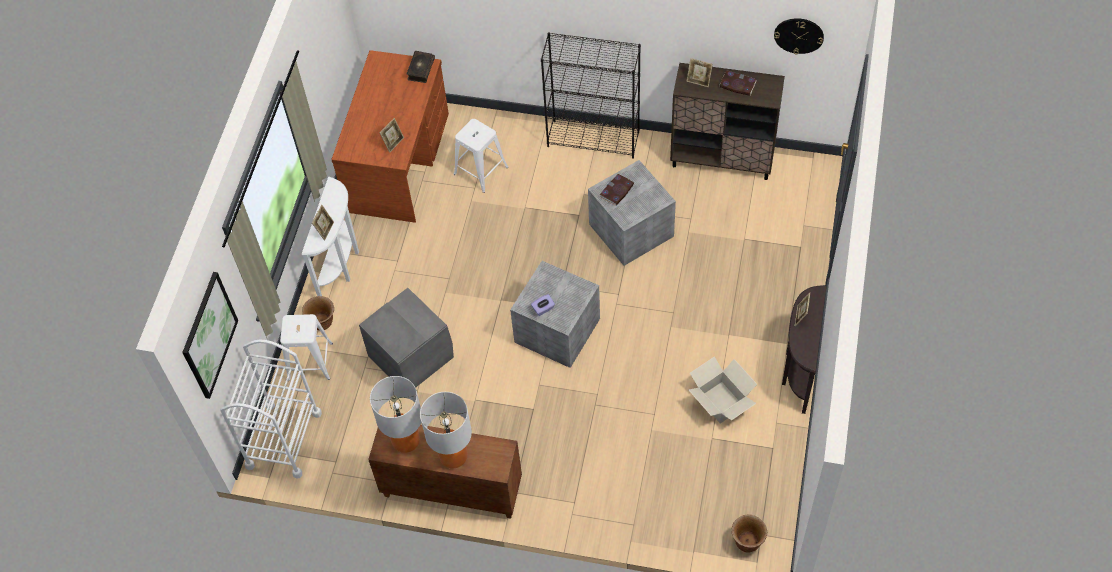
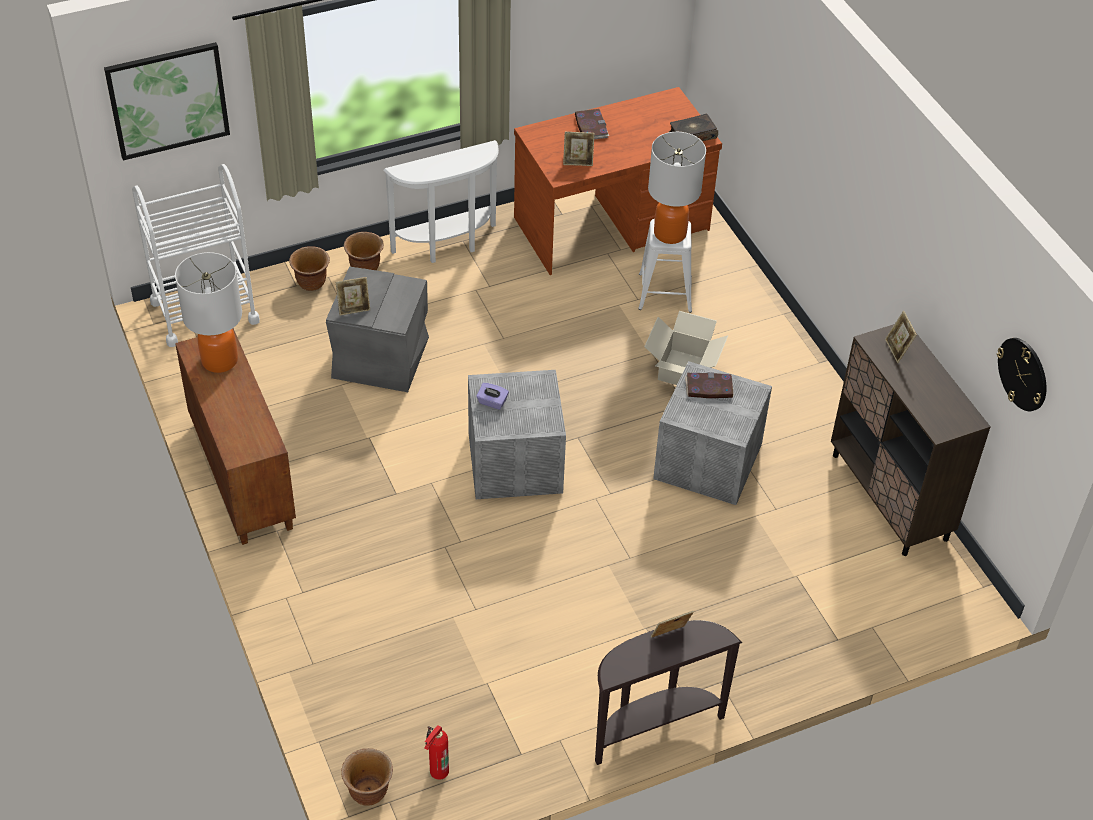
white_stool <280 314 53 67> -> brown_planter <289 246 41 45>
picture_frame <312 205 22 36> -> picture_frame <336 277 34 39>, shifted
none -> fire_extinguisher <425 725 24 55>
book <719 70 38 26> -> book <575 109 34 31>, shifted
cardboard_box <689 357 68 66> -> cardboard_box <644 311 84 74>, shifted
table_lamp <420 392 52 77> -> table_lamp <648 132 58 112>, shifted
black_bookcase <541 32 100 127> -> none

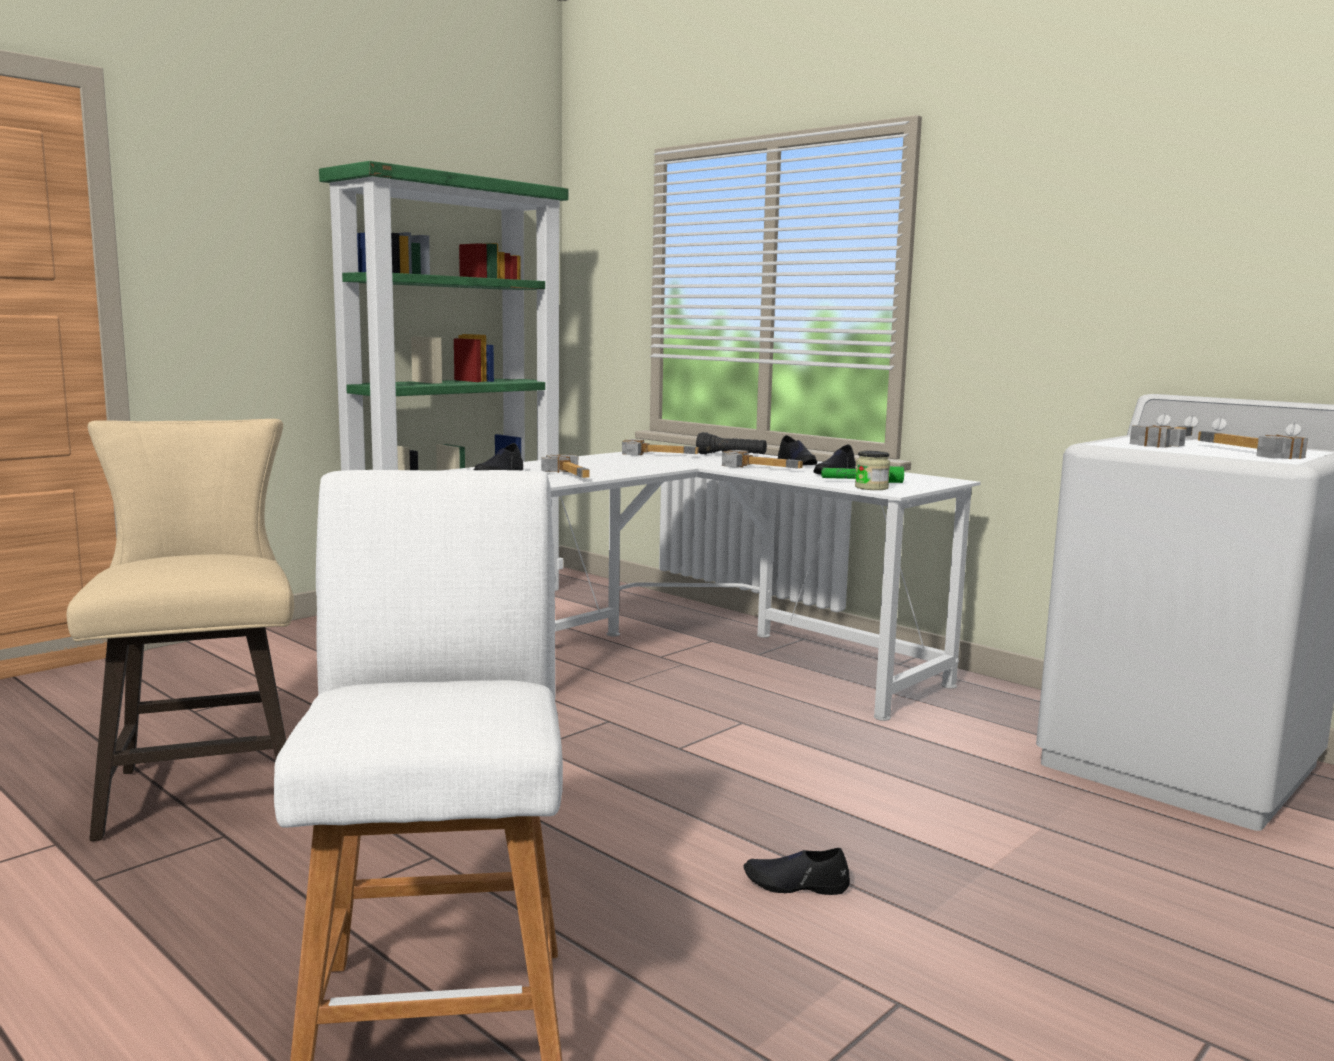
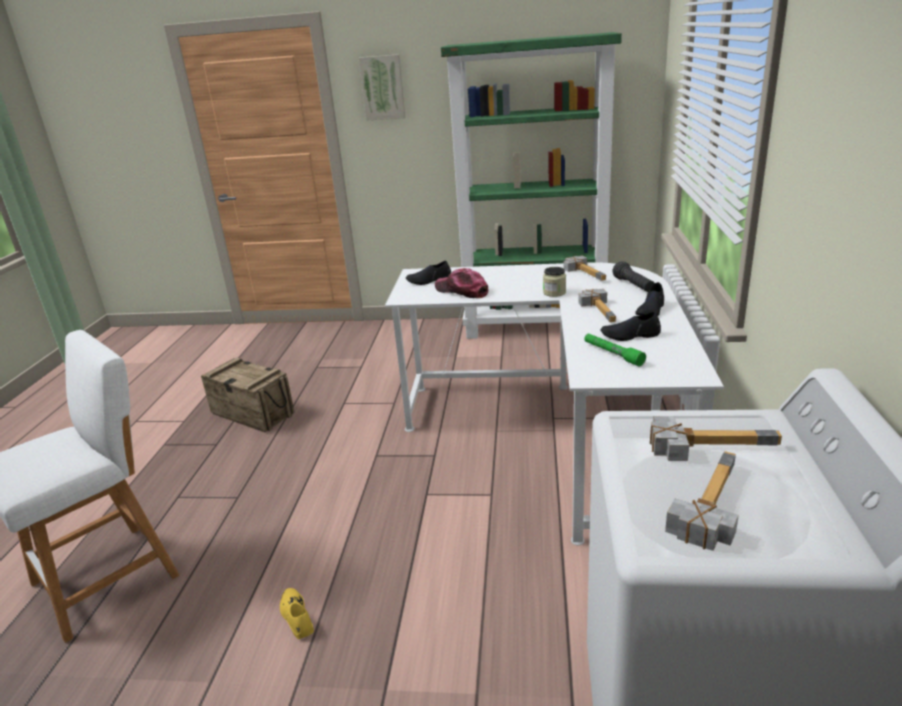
beige_stool <67 419 227 422> -> crate <201 358 94 75>
black_shoe <743 848 107 47> -> yellow_shoe <280 588 34 51>
none -> picture <359 54 46 67>
hammer <541 454 49 24> -> cap <435 268 53 30>
jar <855 451 35 39> -> jar <543 267 23 30>, shifted

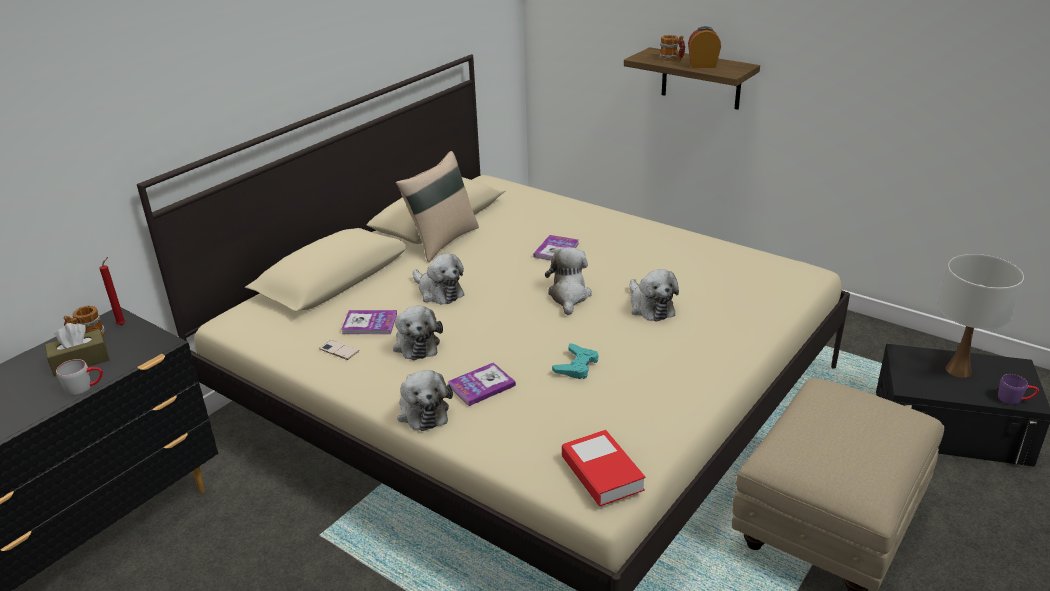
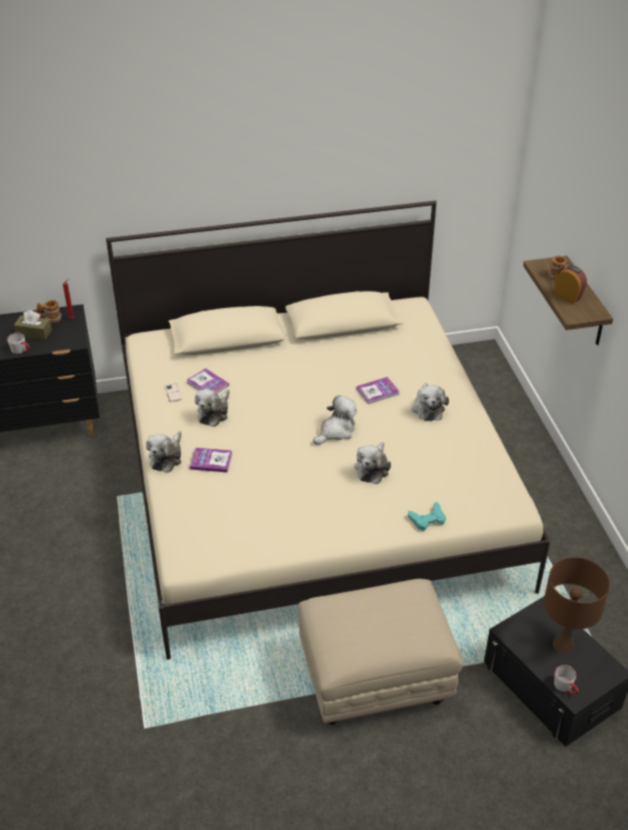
turquoise_game_controller <552 343 46 36> -> turquoise_game_controller <408 502 38 29>, shifted
plush_toy <413 253 51 51> -> plush_toy <412 383 37 38>, shifted
white_table_lamp <939 254 85 123> -> brown_table_lamp <544 557 66 96>
purple_mug <998 374 41 31> -> grey_mug <554 665 24 29>
beige_pillow <396 151 83 111> -> none
book <562 430 83 77> -> none

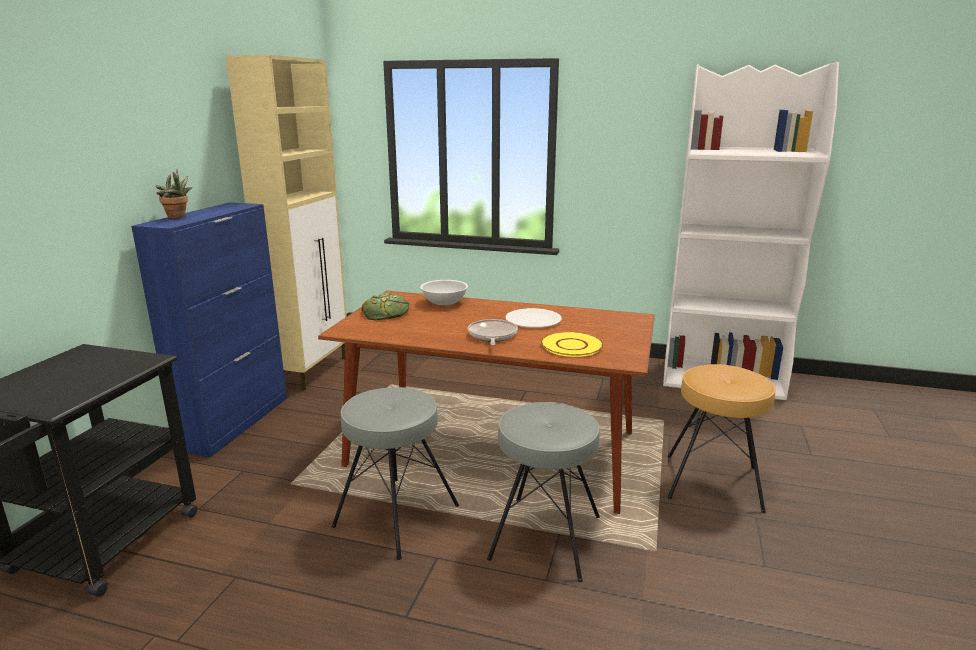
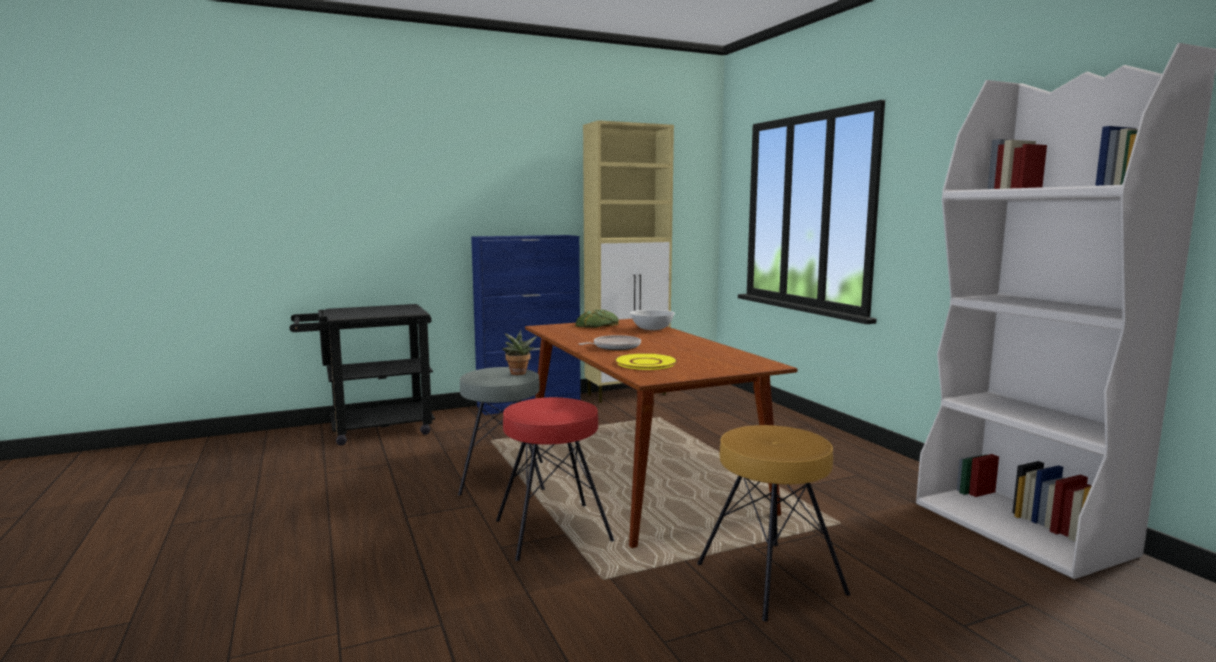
grey_stool <487 402 113 180> -> red_stool <496 397 119 164>
potted_plant <156 169 36 50> -> potted_plant <503 330 34 45>, shifted
white_plate <506 308 56 20> -> none

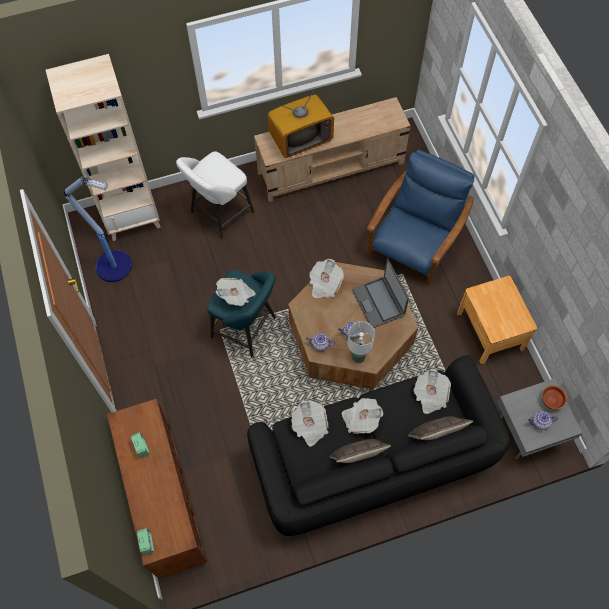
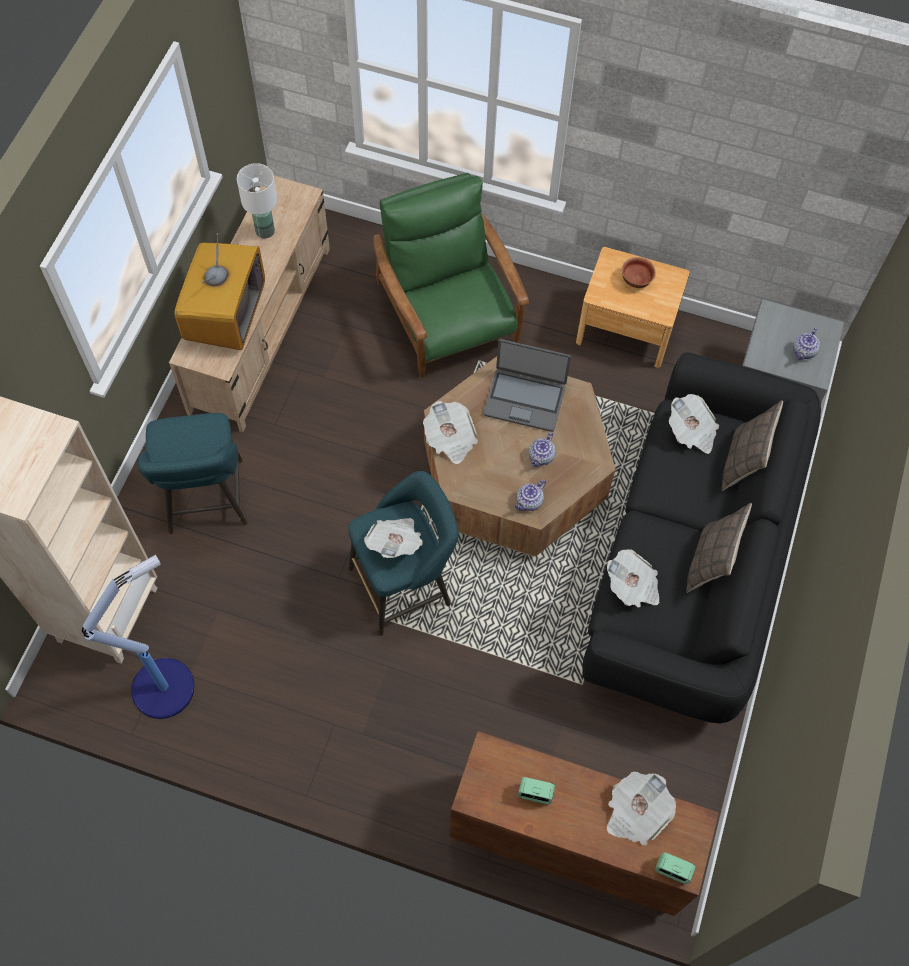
white_stool <176 151 78 88> -> turquoise_stool <137 413 110 121>
white_table_lamp <347 321 28 42> -> white_table_lamp <237 163 40 76>, shifted
blue_armchair <367 149 108 137> -> green_armchair <374 173 155 205>
newspaper <342 398 41 36> -> newspaper <607 771 69 75>, shifted
bowl <542 385 25 25> -> bowl <622 257 34 31>, shifted

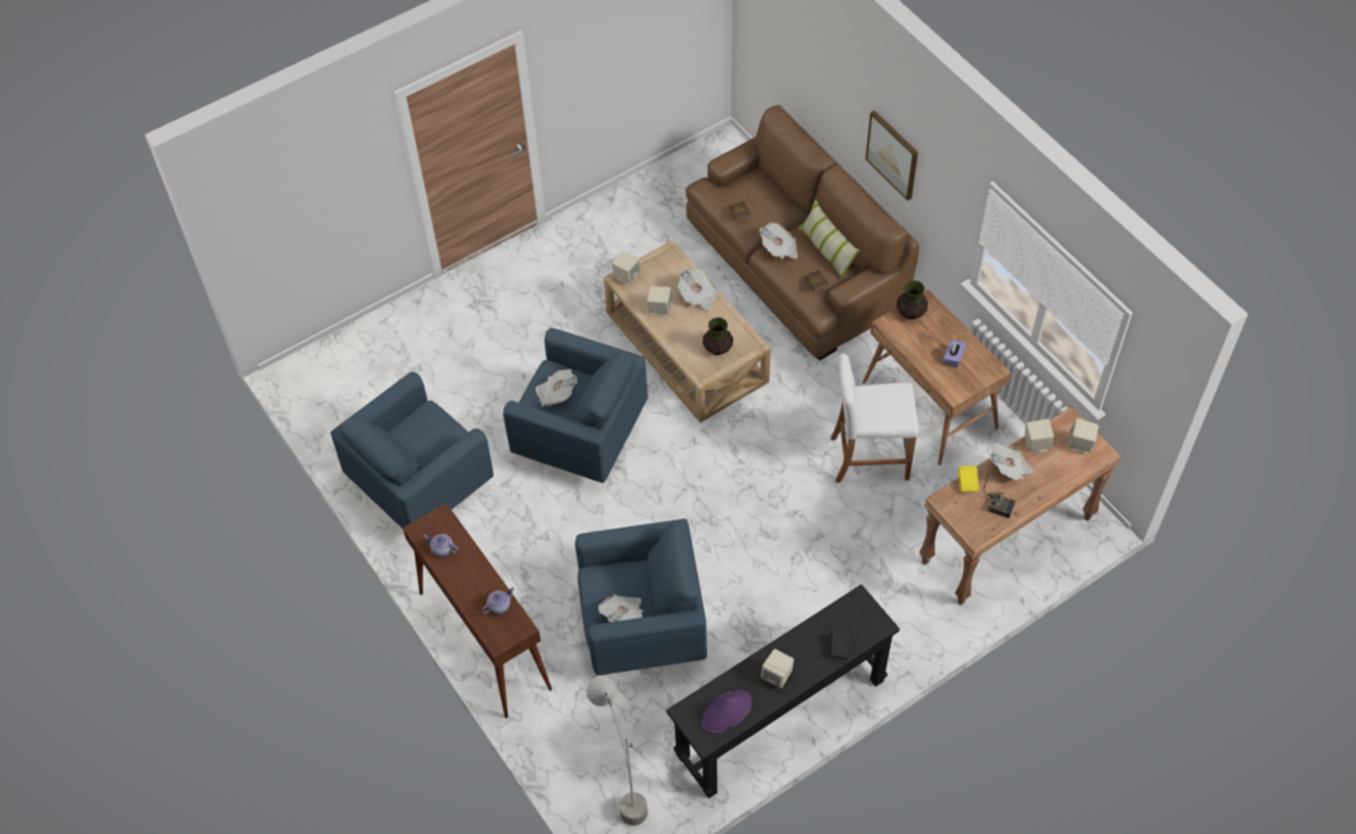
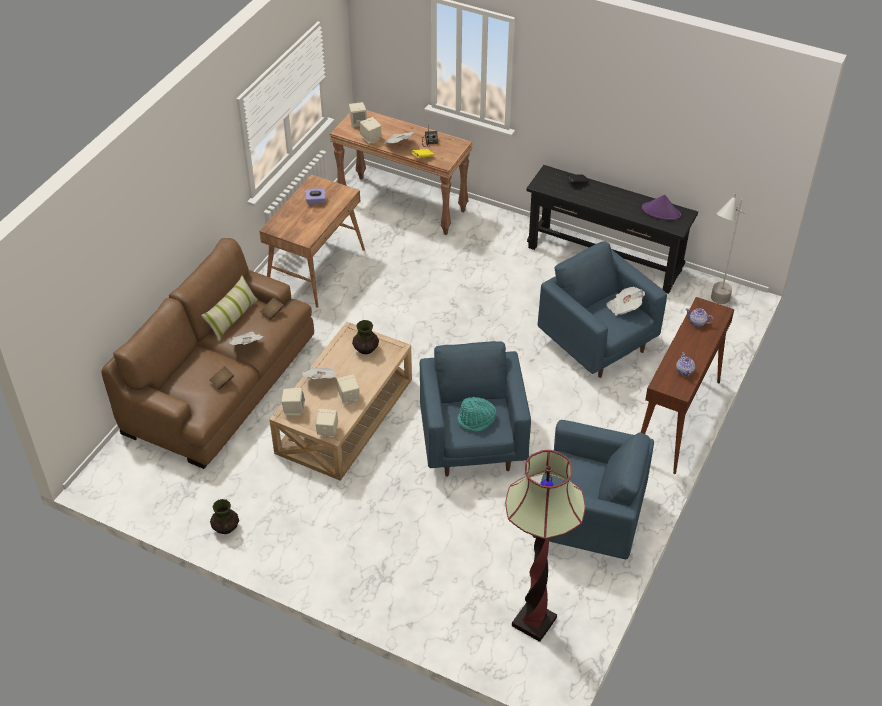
vase <896 280 32 39> -> vase <210 499 29 35>, shifted
beige_speaker <761 649 33 39> -> beige_speaker <281 388 24 28>, shifted
newspaper <535 369 42 37> -> turquoise_hat <457 397 39 35>
none -> floor_lamp <505 450 81 192>
white_stool <831 353 88 130> -> none
picture <865 110 53 91> -> none

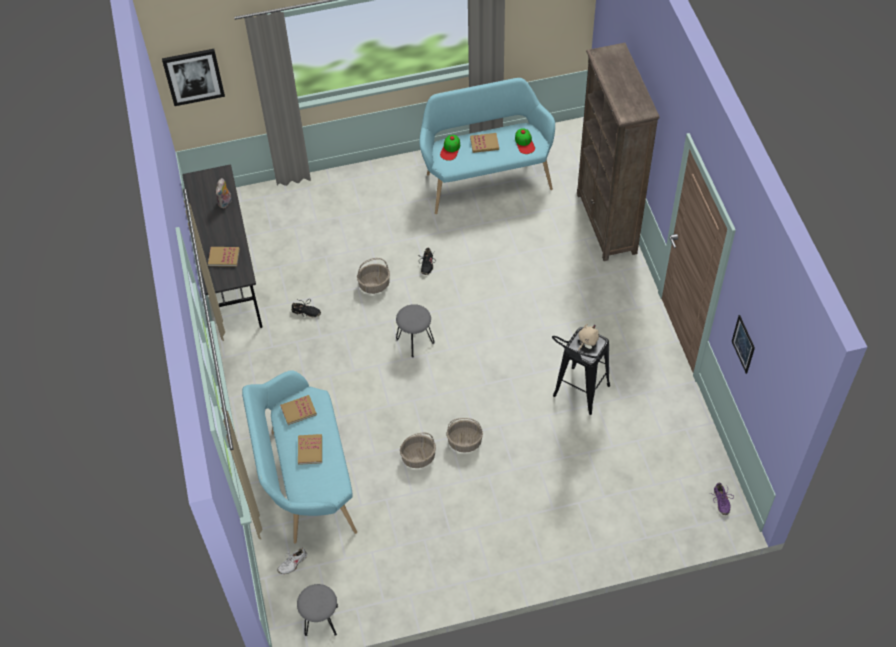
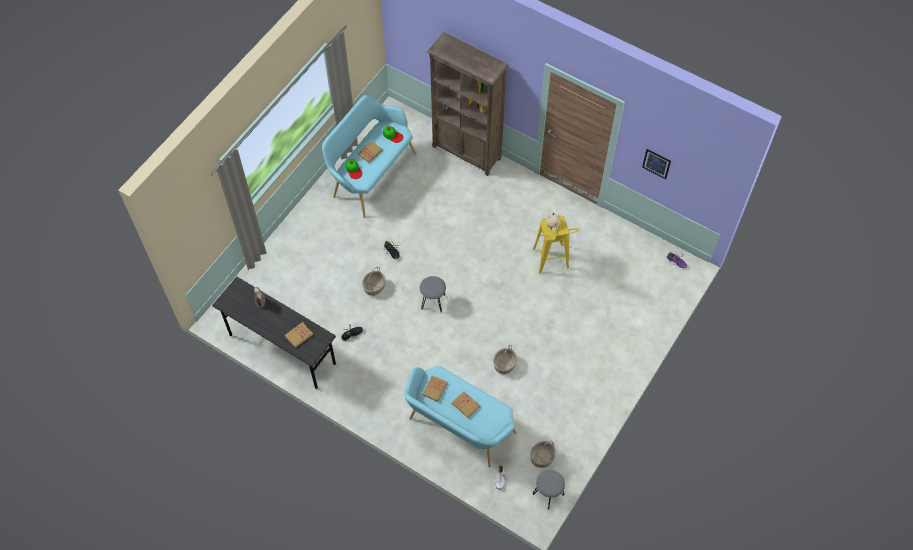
basket <446 418 37 35> -> basket <530 440 26 28>, shifted
black_stool <552 327 58 88> -> yellow_stool <533 216 46 57>
picture <162 49 63 57> -> none

